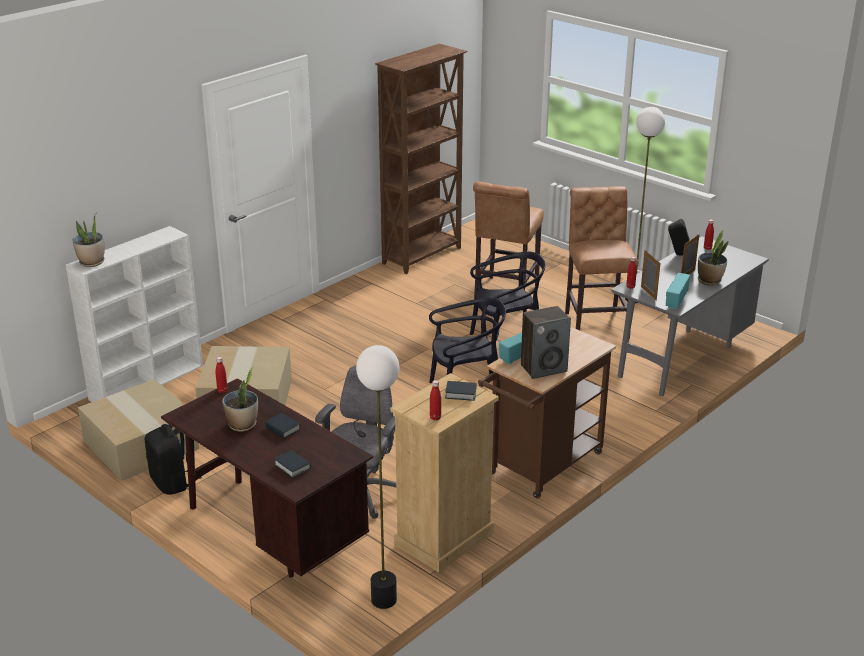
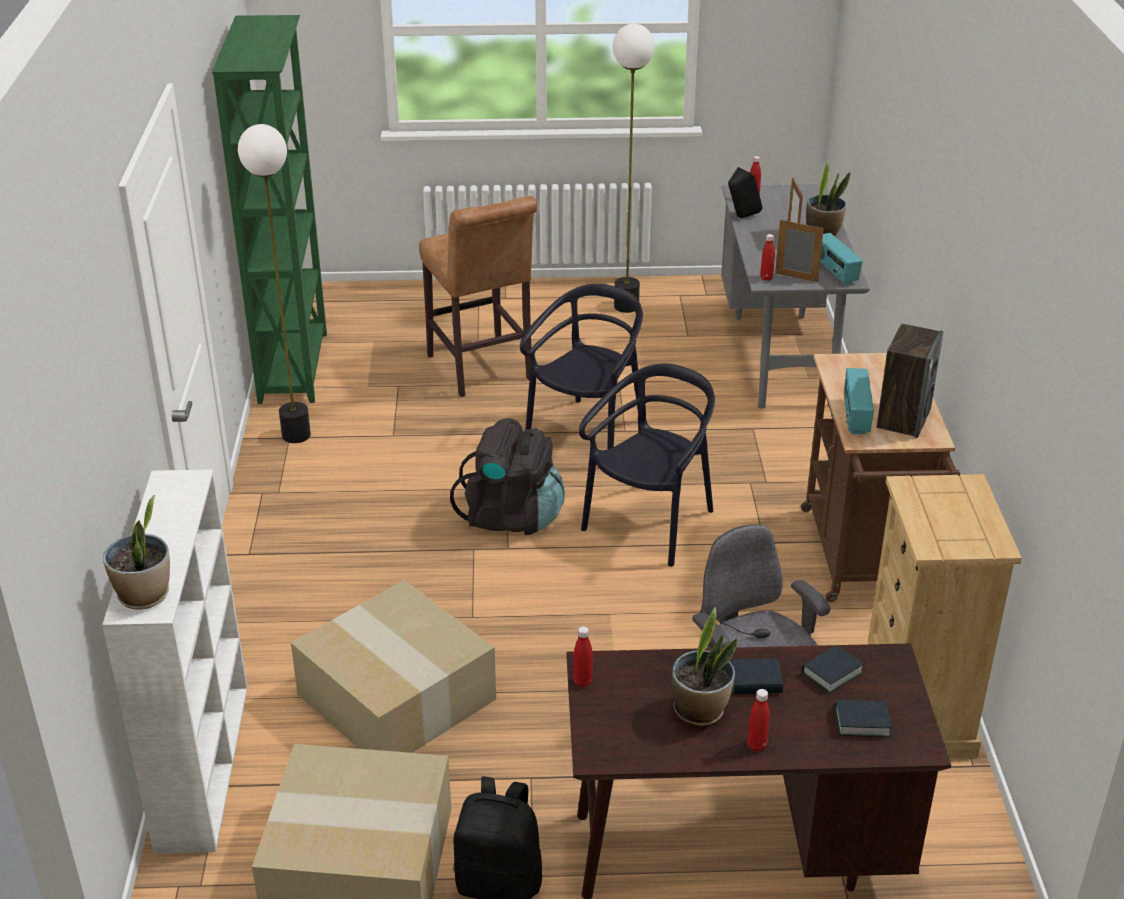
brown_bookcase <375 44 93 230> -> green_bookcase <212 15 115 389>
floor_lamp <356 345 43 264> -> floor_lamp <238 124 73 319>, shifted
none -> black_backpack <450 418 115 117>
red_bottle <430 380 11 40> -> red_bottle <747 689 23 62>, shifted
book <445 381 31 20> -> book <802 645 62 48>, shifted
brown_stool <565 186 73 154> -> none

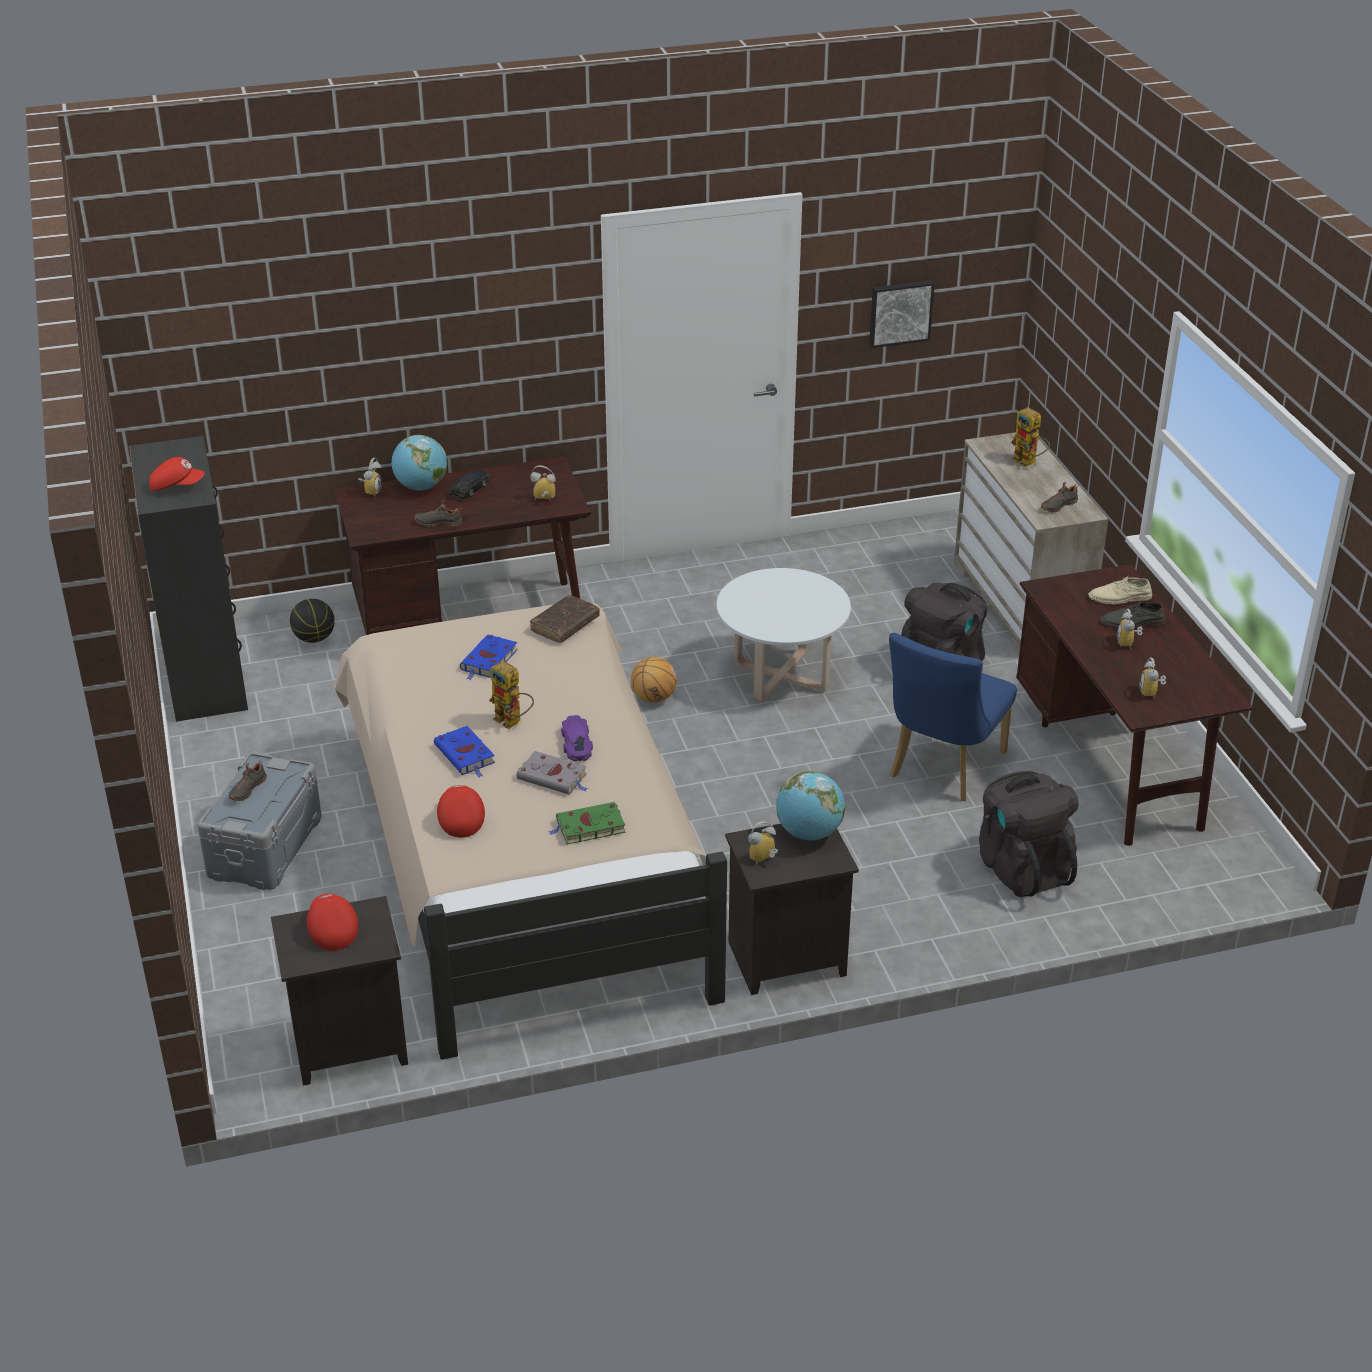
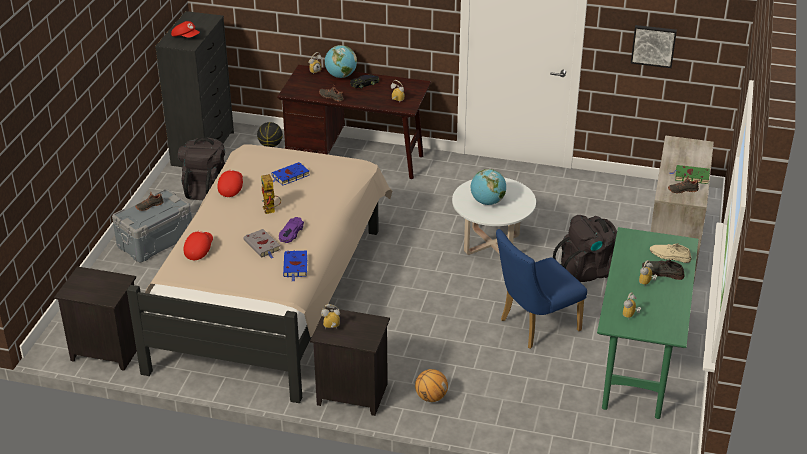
black_backpack <979 771 100 126> -> black_backpack <178 137 47 63>, shifted
red_cap <307 894 51 57> -> red_cap <217 170 26 27>, shifted
blue_book <434 726 61 51> -> blue_book <283 251 24 31>, shifted
basketball <631 657 46 46> -> basketball <415 369 33 33>, shifted
globe <776 771 69 69> -> globe <471 169 35 36>, shifted
brown_desk <1016 564 237 282> -> green_desk <597 227 101 192>
green_book <548 802 77 42> -> green_book <669 165 41 19>, shifted
brown_book <530 595 70 48> -> none
toy_robot <1011 407 39 60> -> none

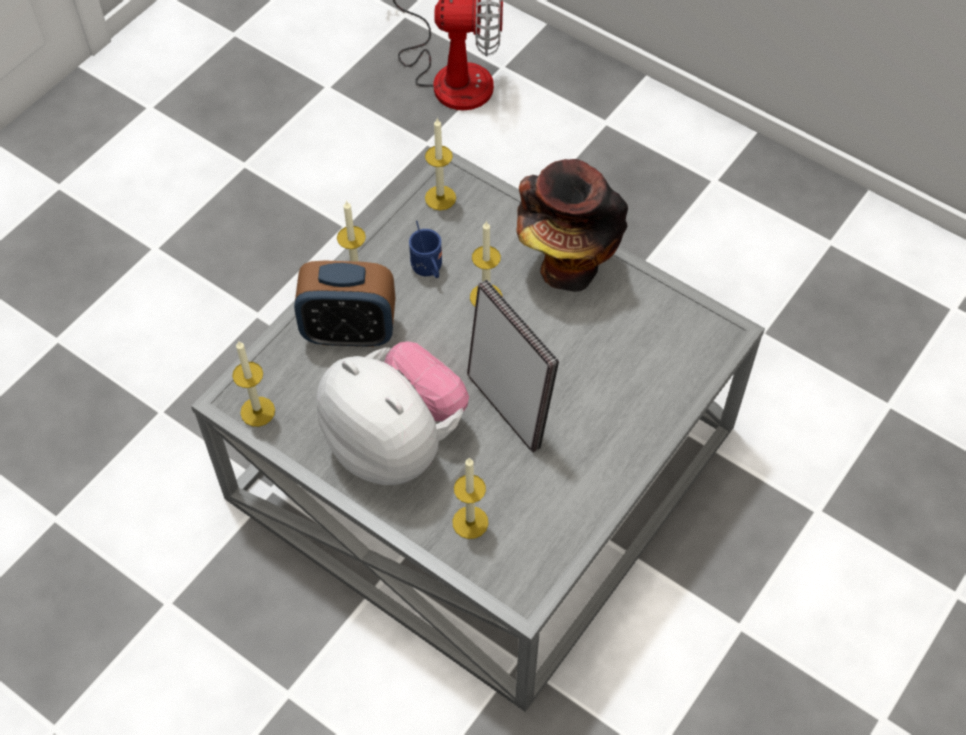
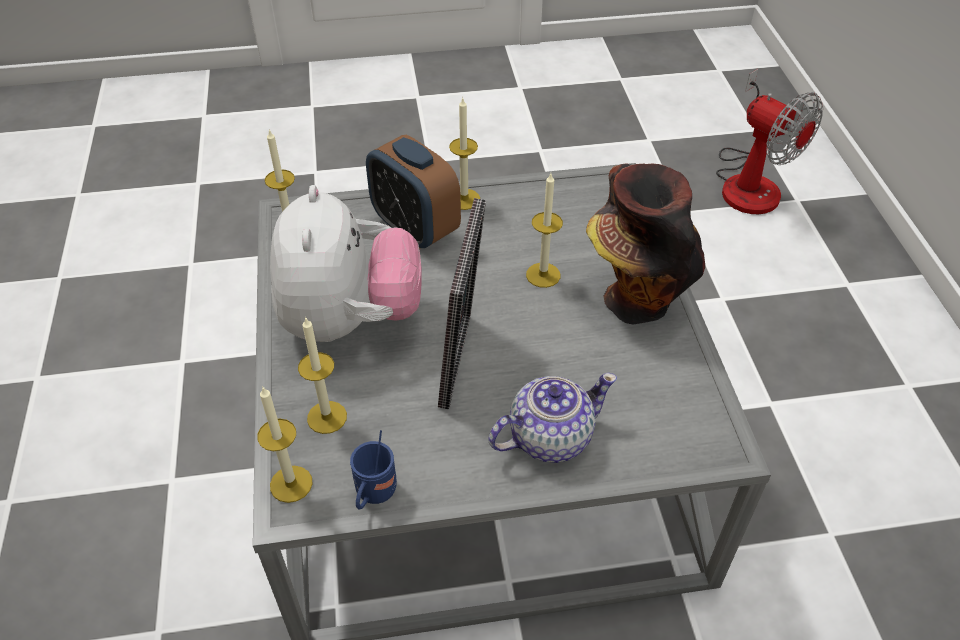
candle <425 118 31 92> -> candle <257 386 56 117>, shifted
blue_mug <409 221 33 57> -> blue_mug <350 430 47 79>, shifted
none -> teapot <489 373 128 90>

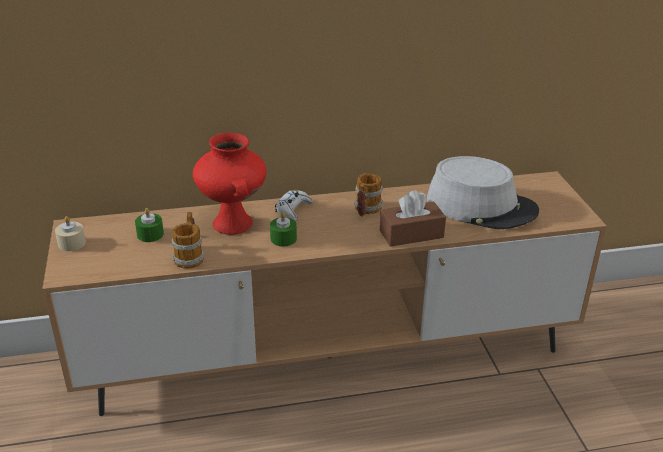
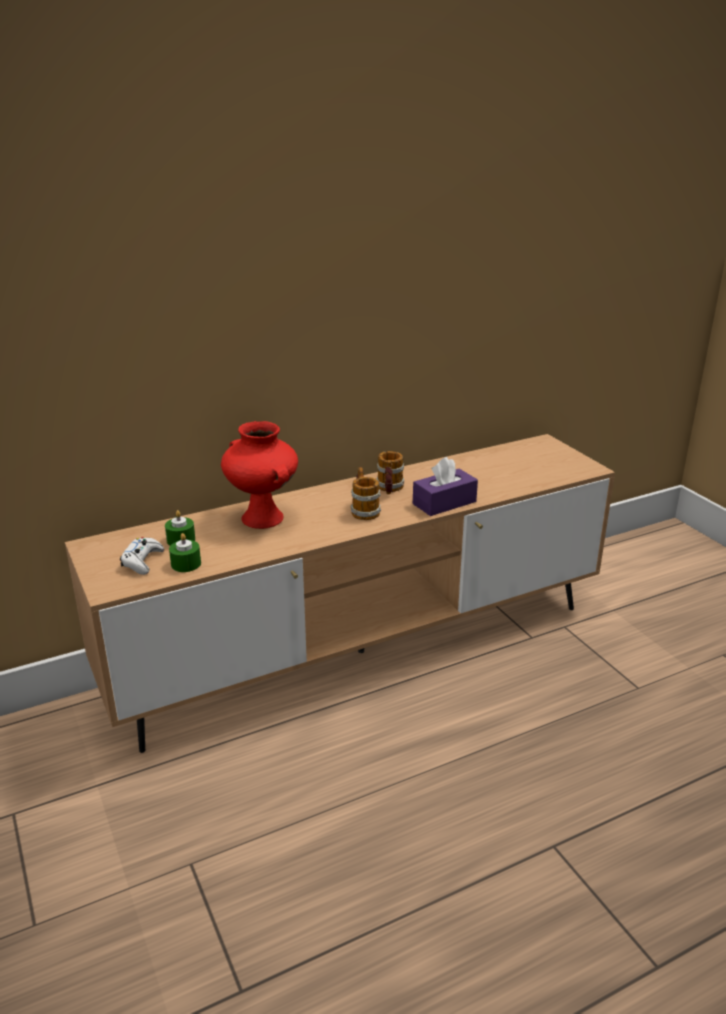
white_game_controller <275 189 38 32> -> white_game_controller <120 537 44 38>, shifted
green_candle <270 212 27 35> -> green_candle <169 533 32 39>, shifted
mug <172 212 32 57> -> mug <351 467 30 53>, shifted
brown_tissue_box <380 190 66 57> -> purple_tissue_box <413 457 65 59>
beige_candle <55 216 31 35> -> none
grey_hat <427 156 112 73> -> none

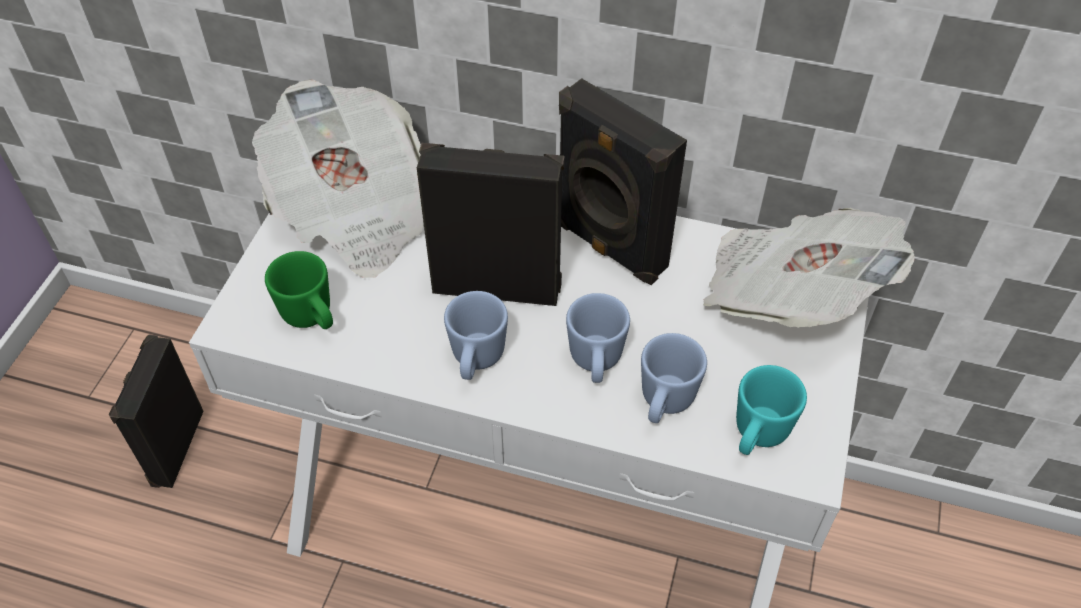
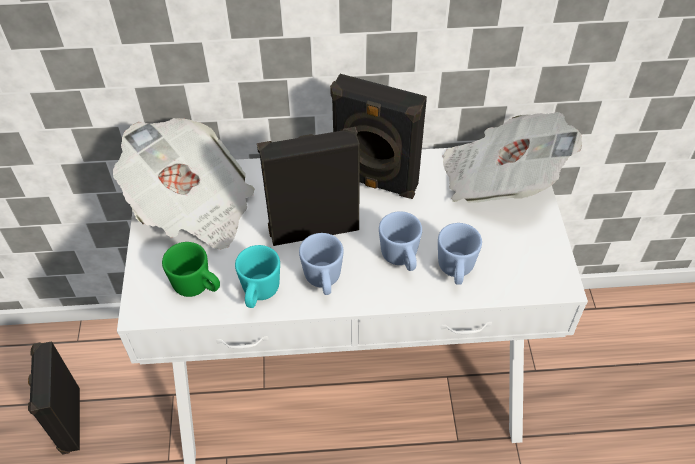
turquoise_mug <736 365 71 90> -> turquoise_mug <235 245 45 63>, shifted

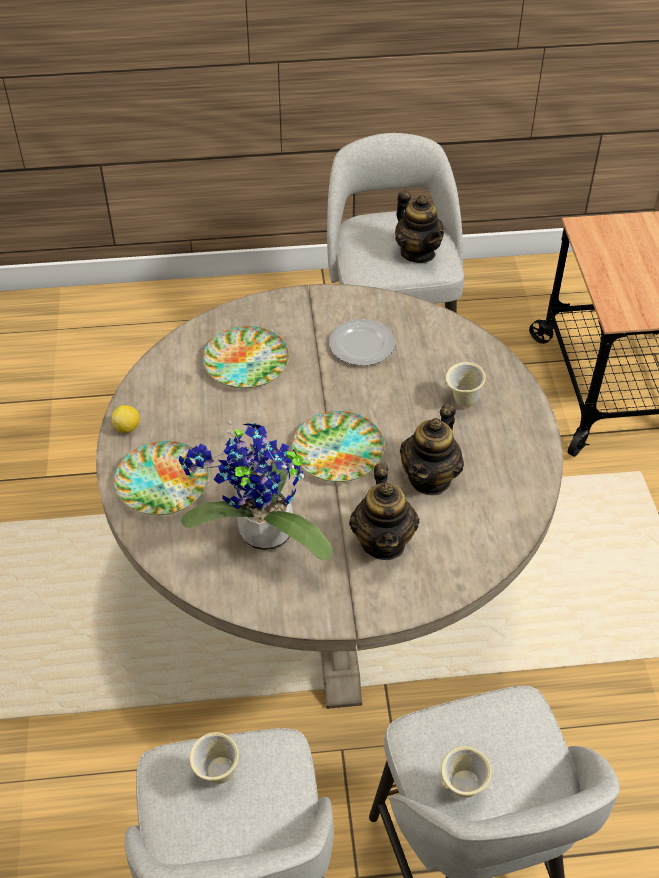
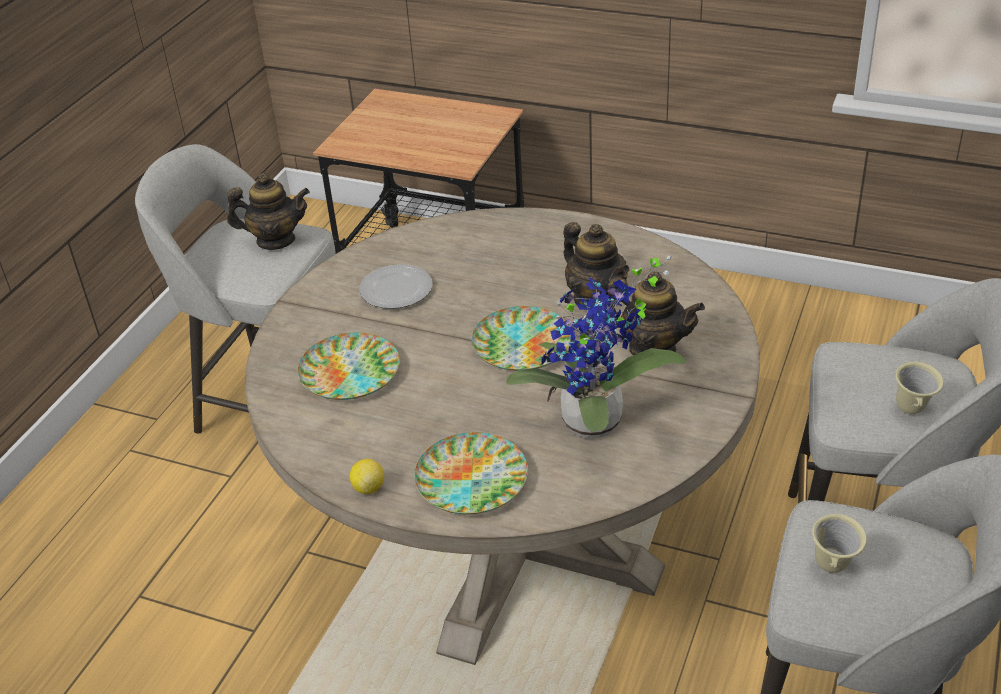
beige_mug <445 362 41 45> -> none

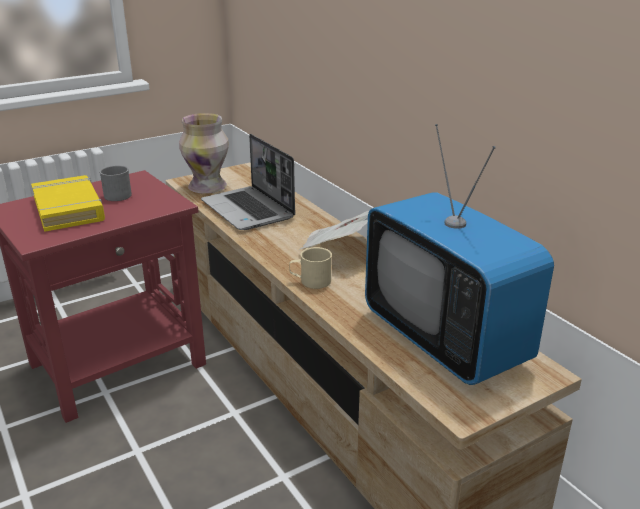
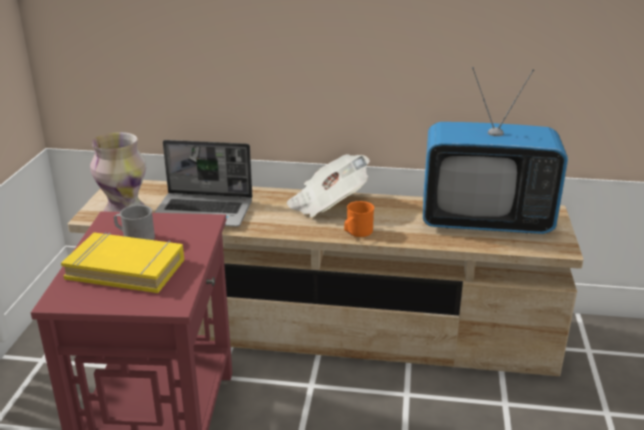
beige_mug <289 247 43 42> -> orange_mug <344 201 30 36>

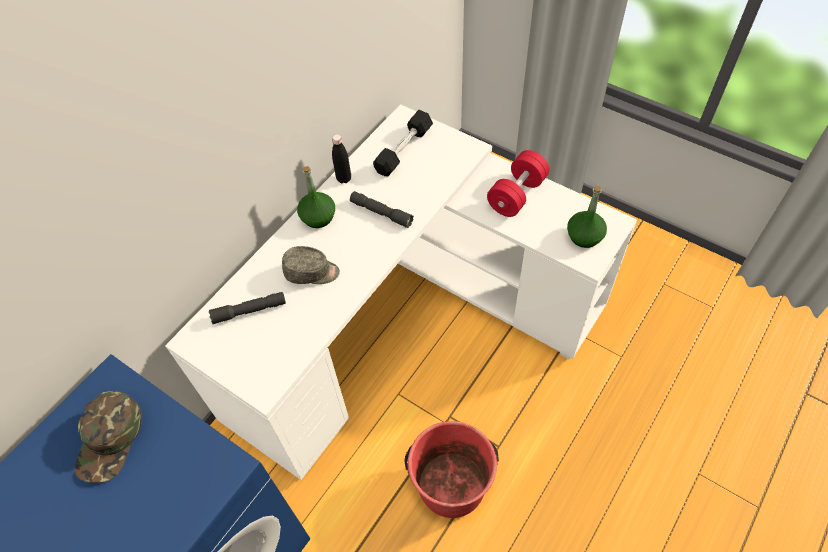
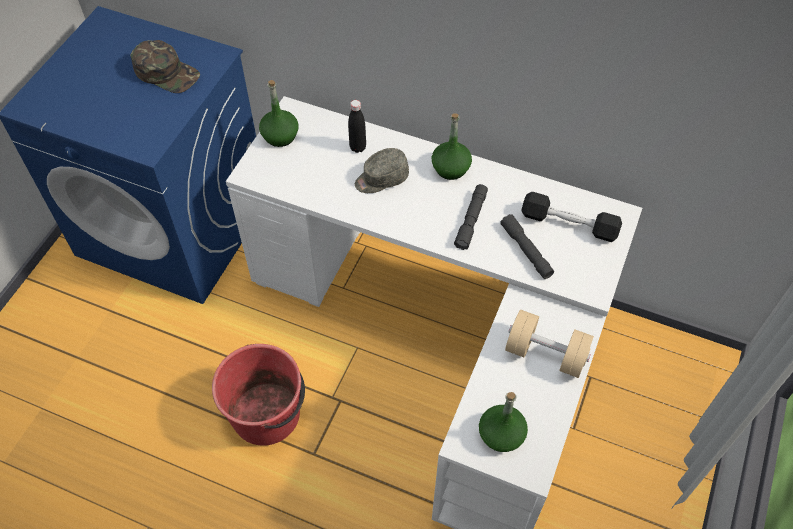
green_cap <75 391 67 92> -> green_cap <130 40 70 53>, 150 degrees counterclockwise
none -> green_bottle <259 80 40 67>
black_bottle <332 134 19 49> -> black_bottle <348 100 18 53>, shifted
grey_cap <282 246 58 38> -> grey_cap <355 148 54 45>, 75 degrees clockwise
grey_flashlight <209 292 77 32> -> grey_flashlight <500 214 54 65>, shifted
red_dumbbell <487 150 63 67> -> beige_dumbbell <505 310 89 68>

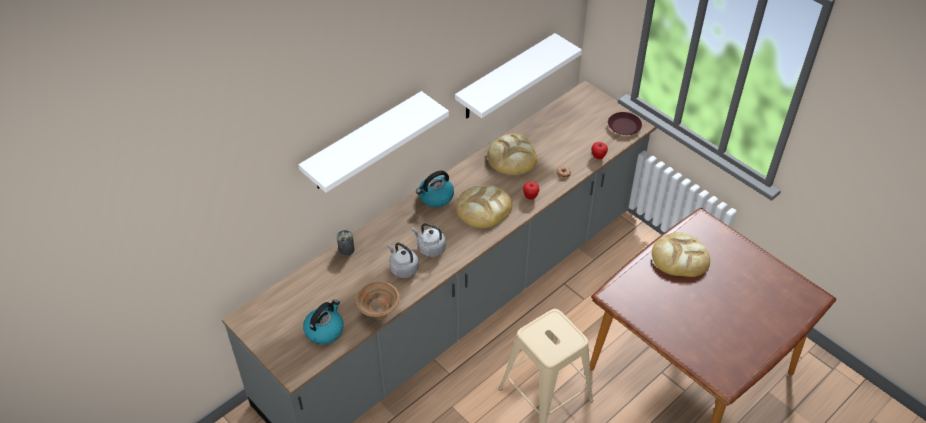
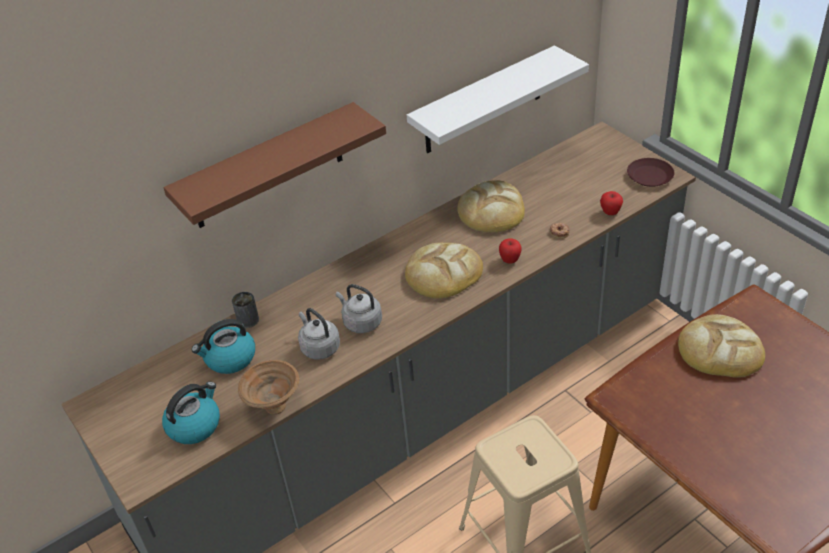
white_shelf <298 91 151 102> -> brown_shelf <163 102 223 126>
kettle <416 170 38 37> -> kettle <192 319 63 55>, shifted

